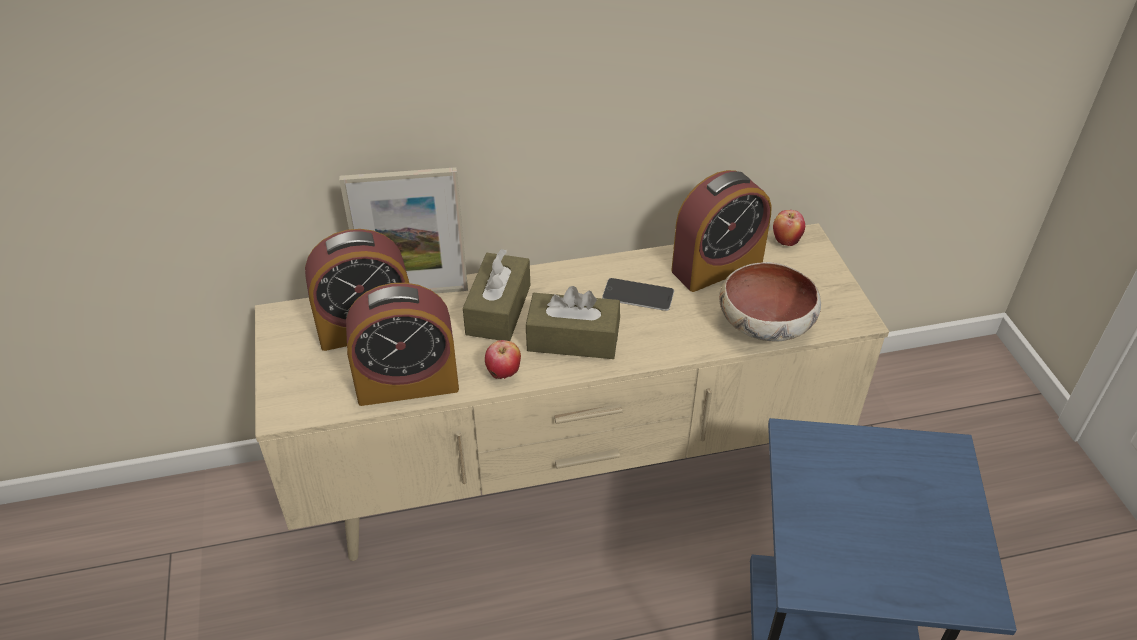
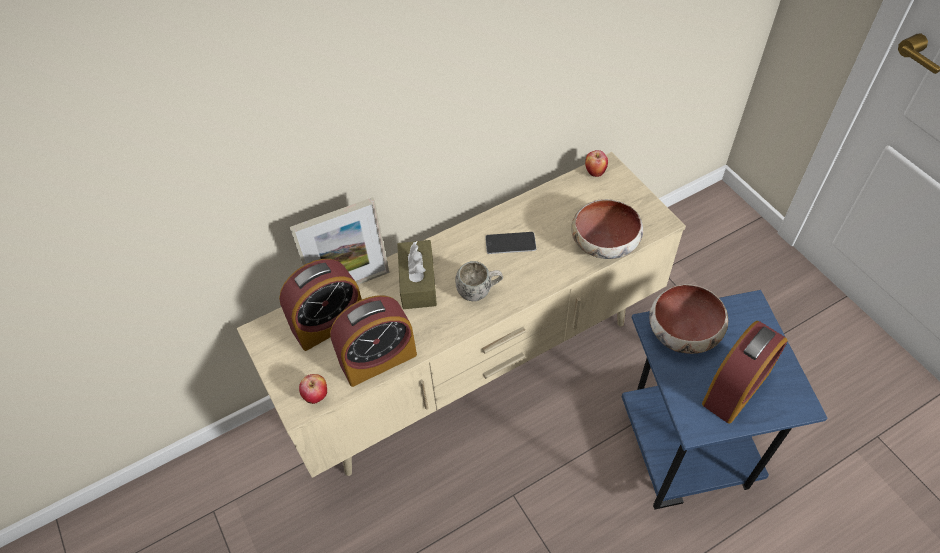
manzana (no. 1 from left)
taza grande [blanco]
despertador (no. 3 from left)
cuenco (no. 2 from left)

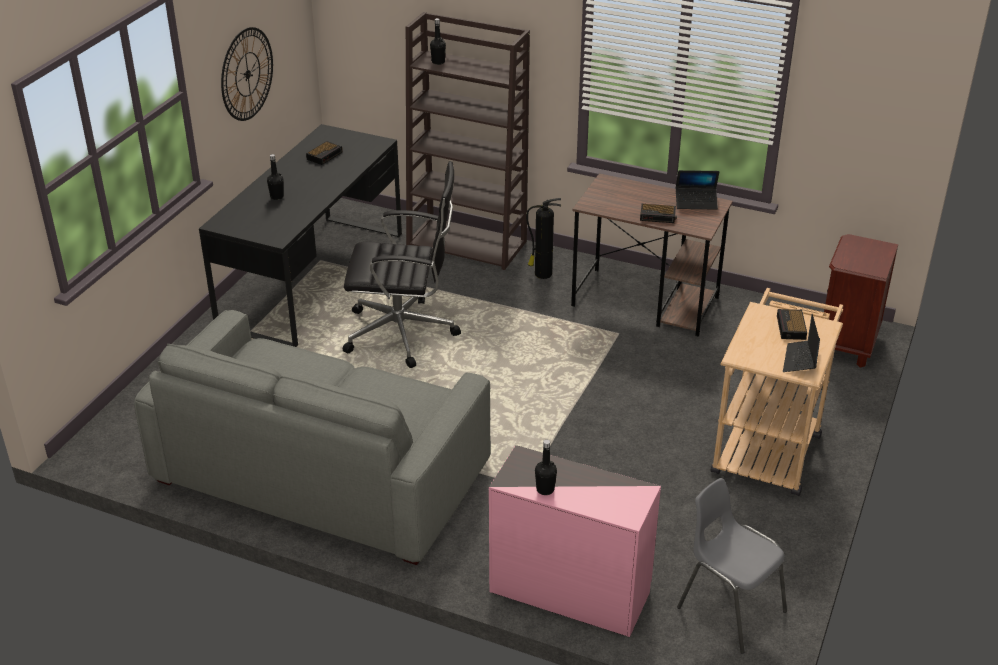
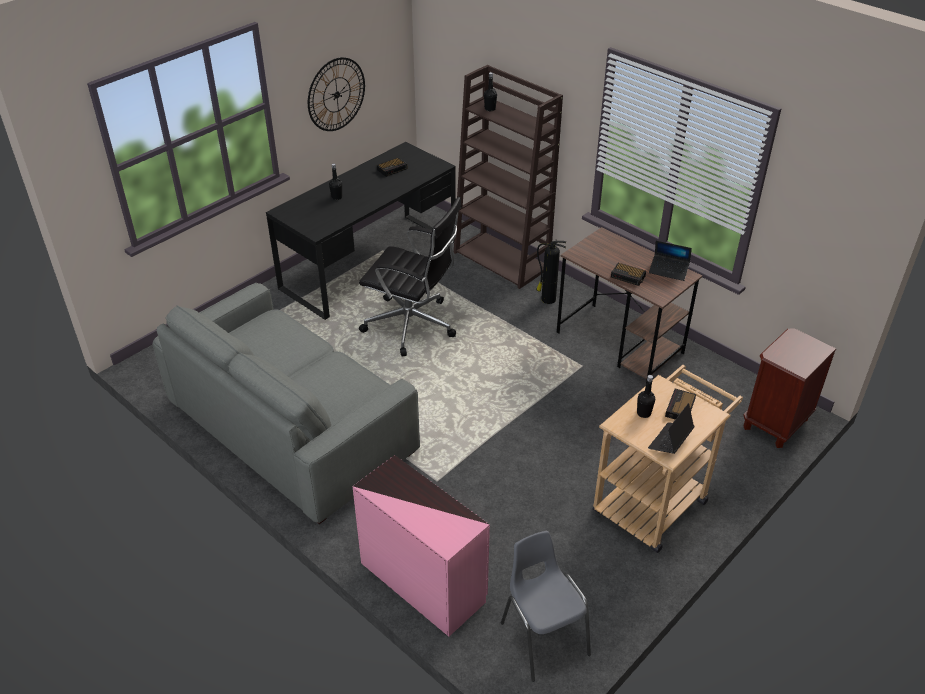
botella [negro] (no. 3 from left)

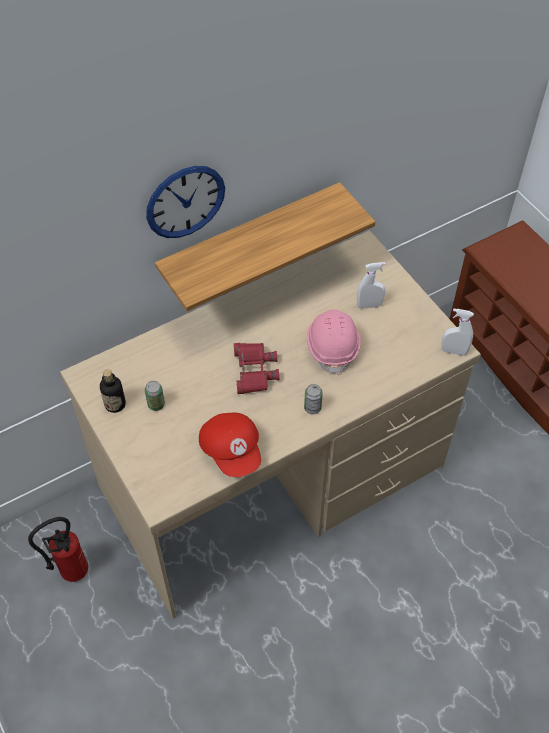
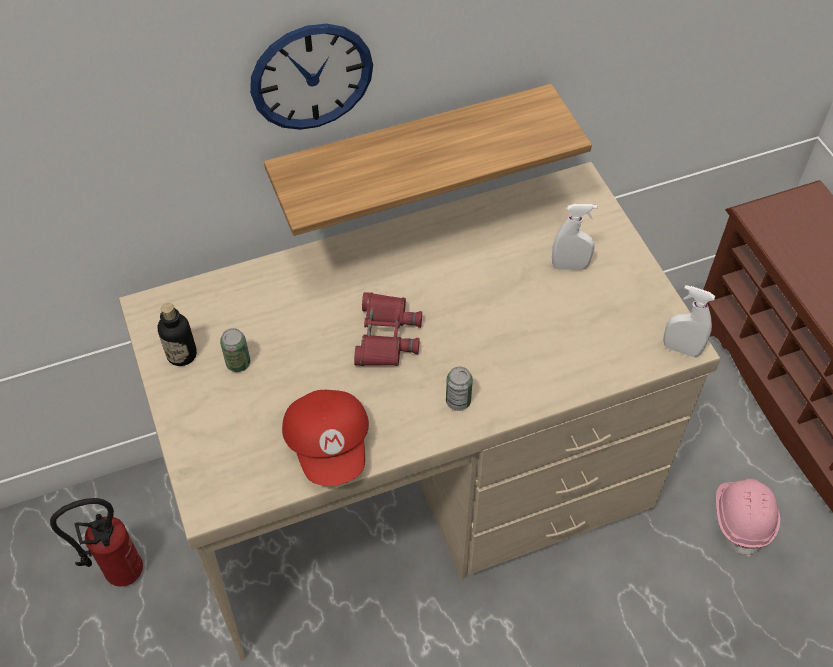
casco [rosa]

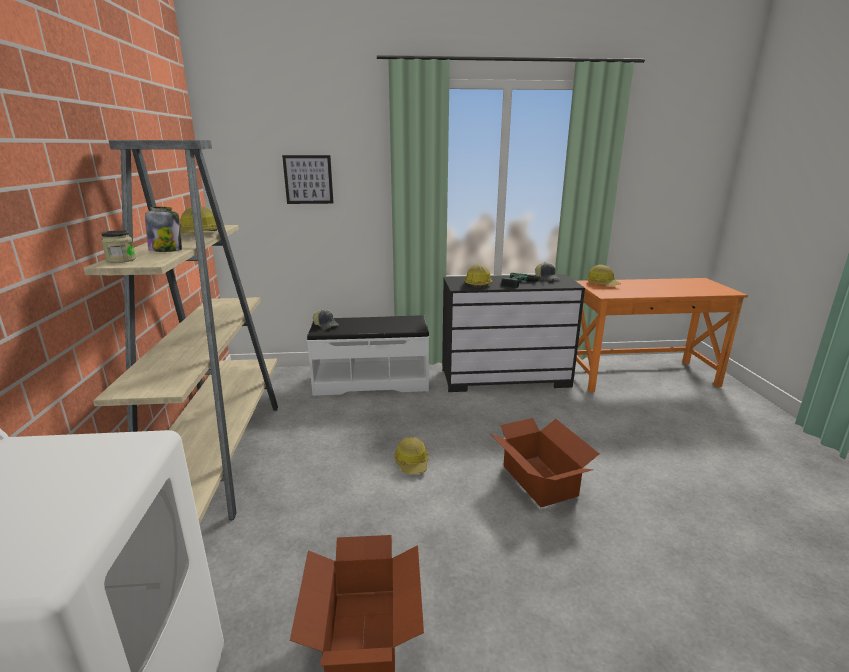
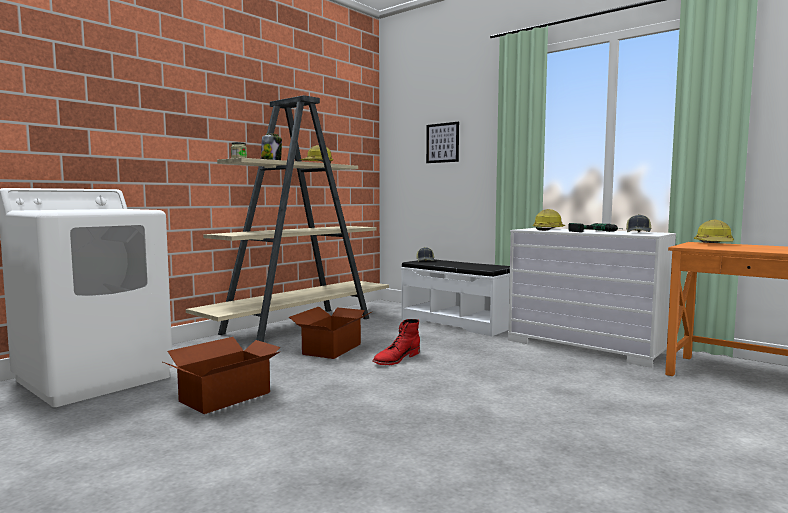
bota [rojo]
cómoda [blanco]
caja de cartón (no. 2 from left)

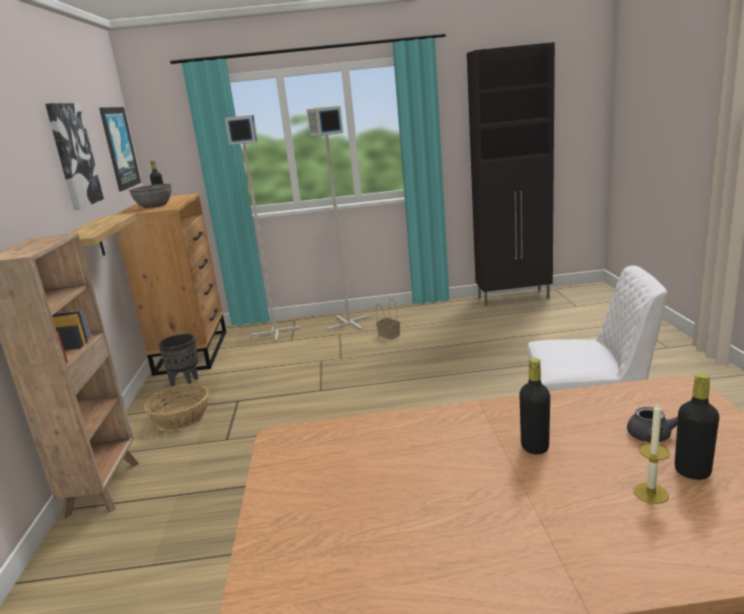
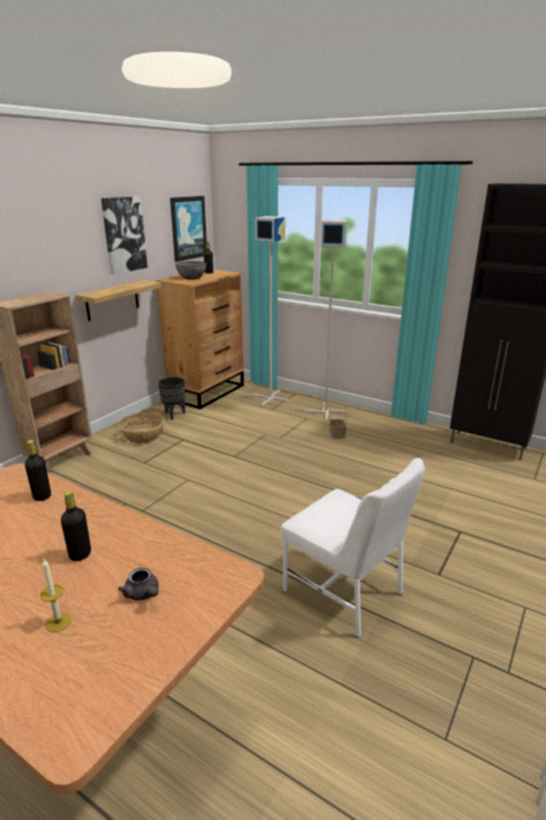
botella [negro] (no. 1 from left)

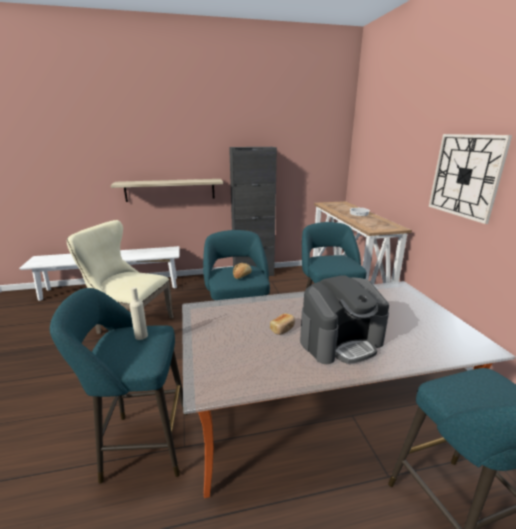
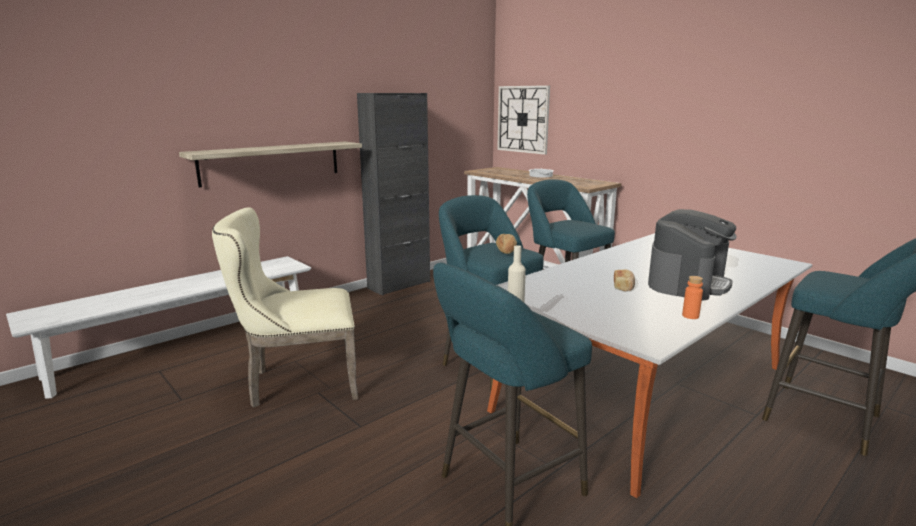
reloj de pared
botella [naranja]

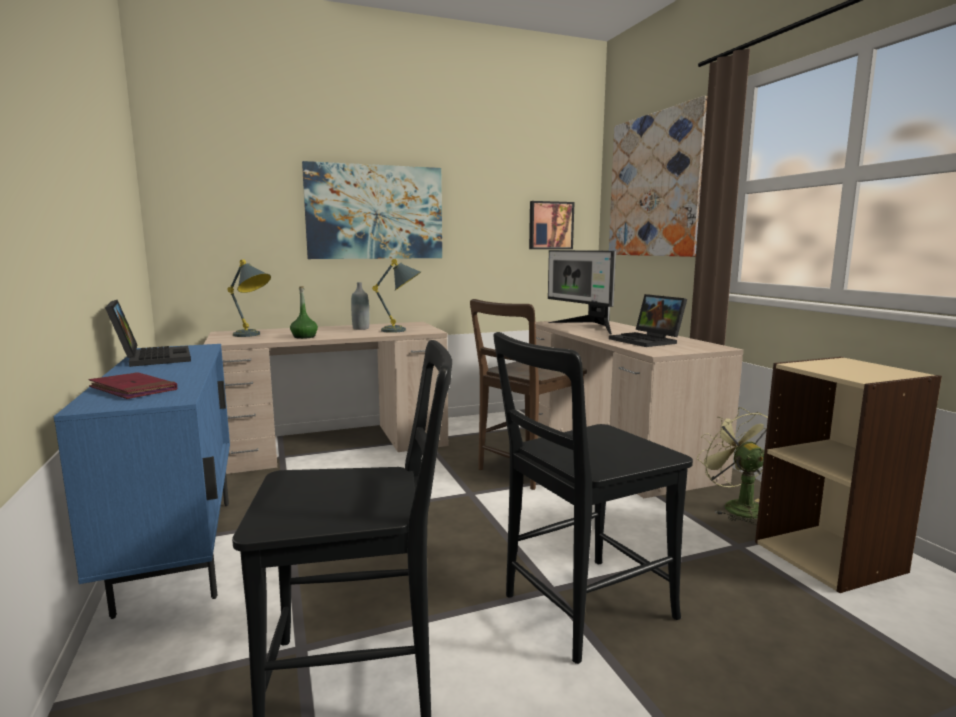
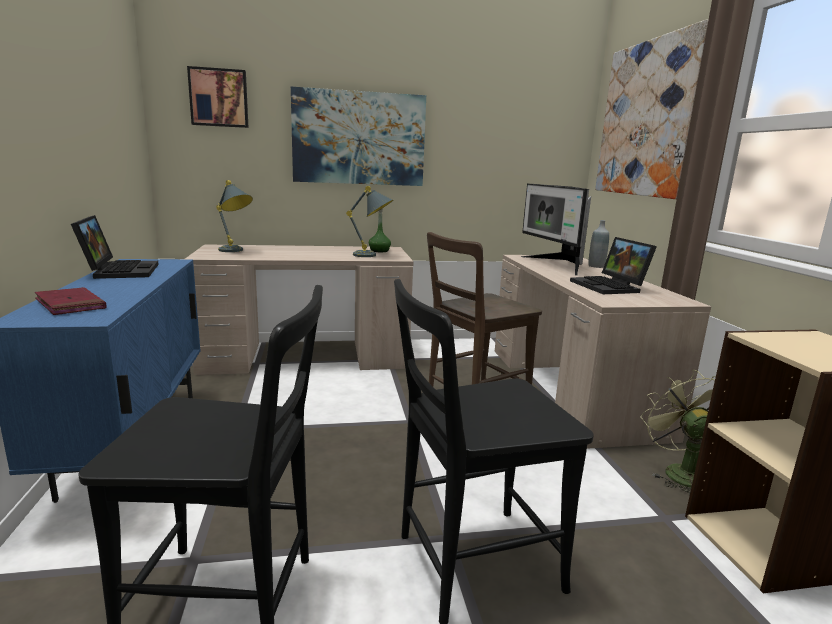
botella [verde]
botella [gris]
cuadro (no. 1 from left)

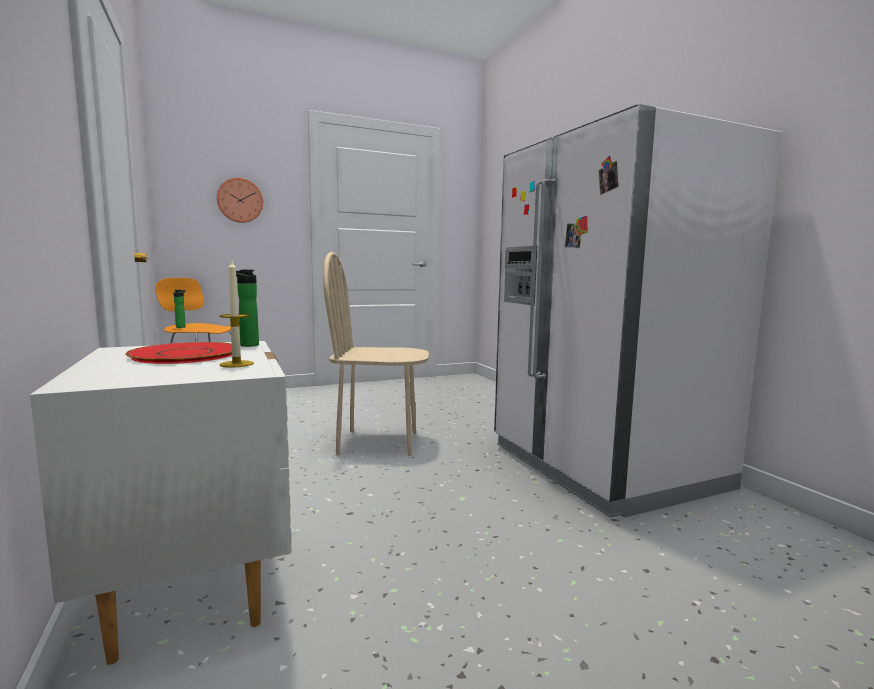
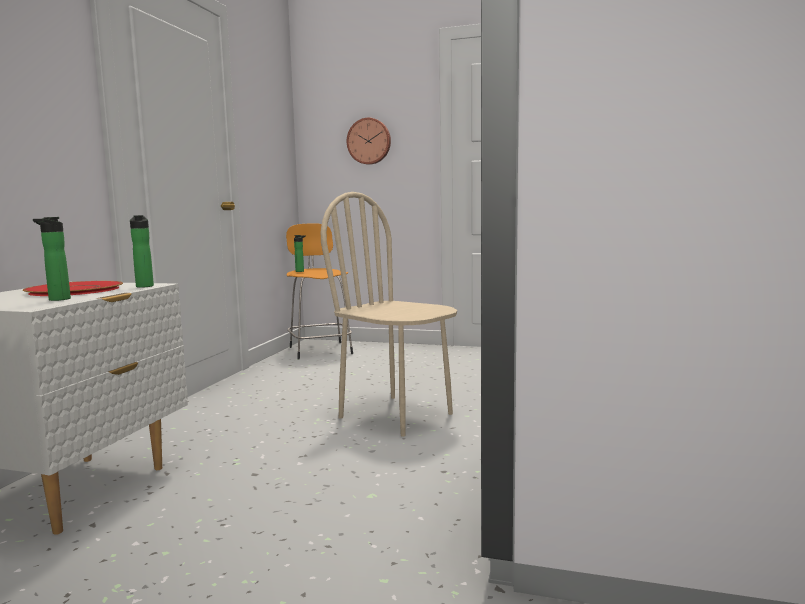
botella (no. 1 from left)

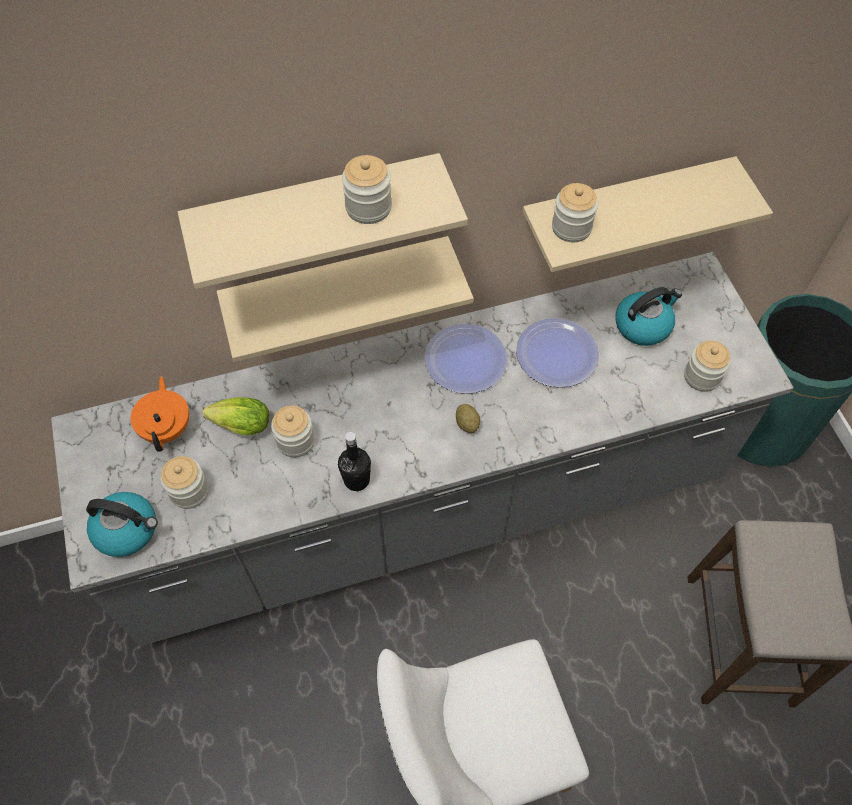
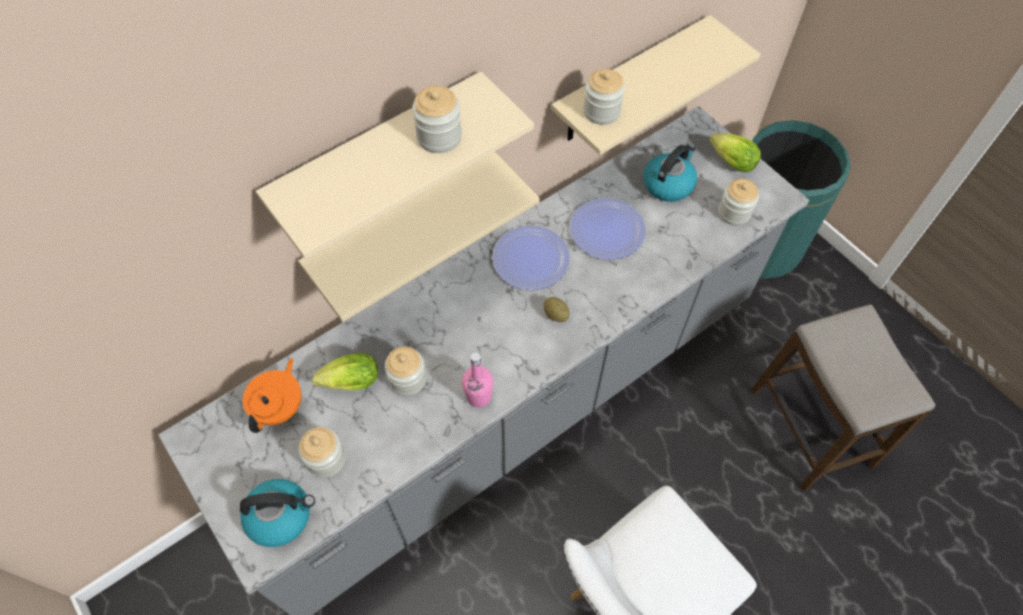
tetera [naranja]
botella [rosa]
lechuga (no. 2 from left)

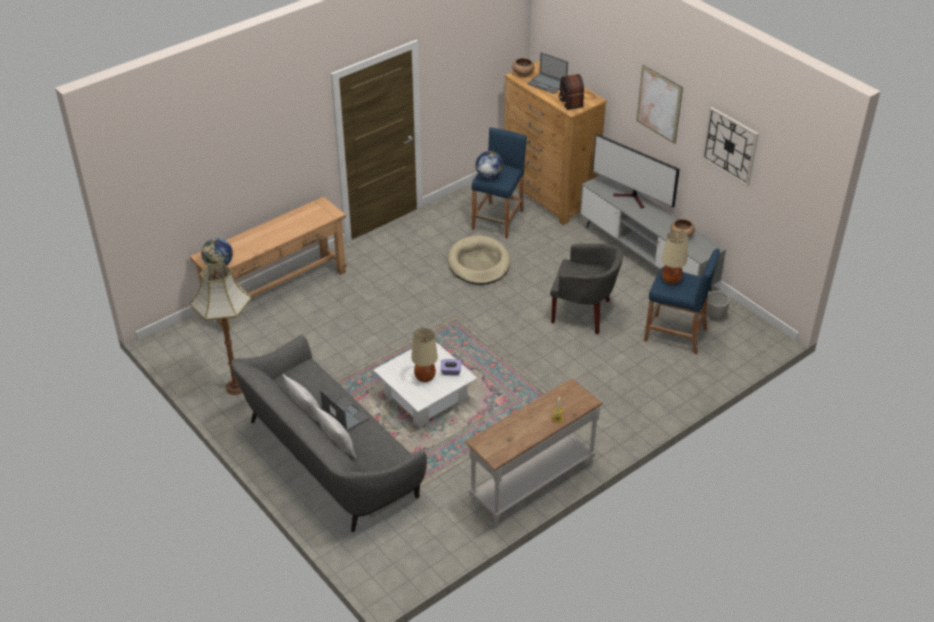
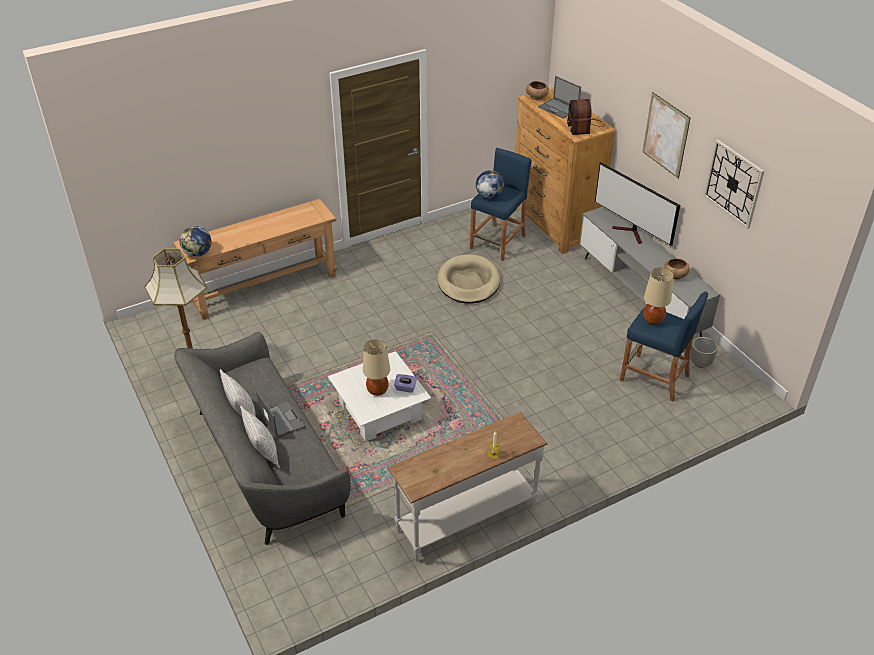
sillón [gris]

